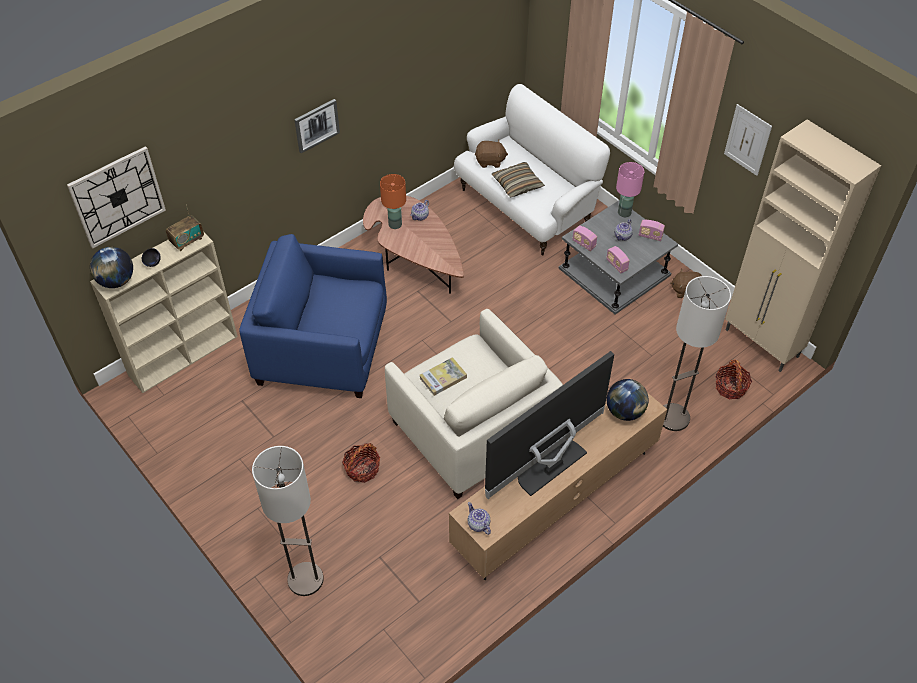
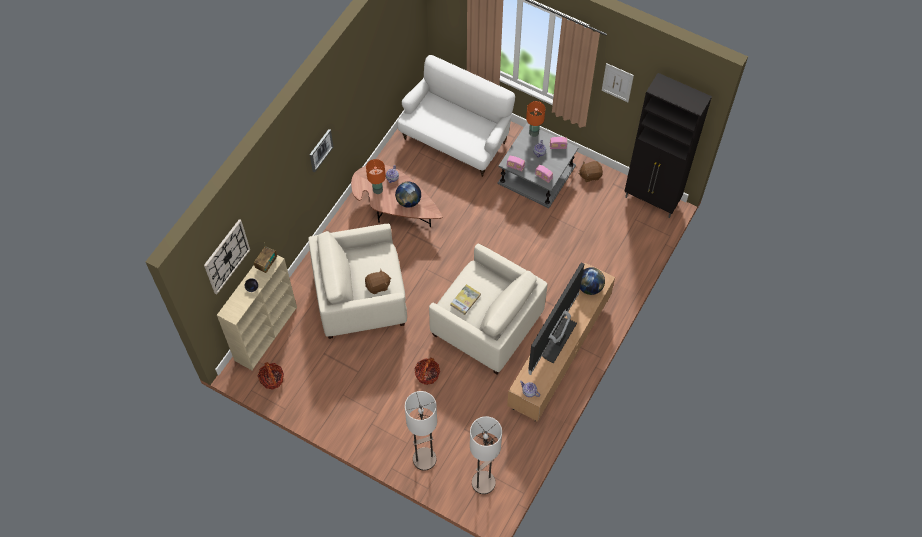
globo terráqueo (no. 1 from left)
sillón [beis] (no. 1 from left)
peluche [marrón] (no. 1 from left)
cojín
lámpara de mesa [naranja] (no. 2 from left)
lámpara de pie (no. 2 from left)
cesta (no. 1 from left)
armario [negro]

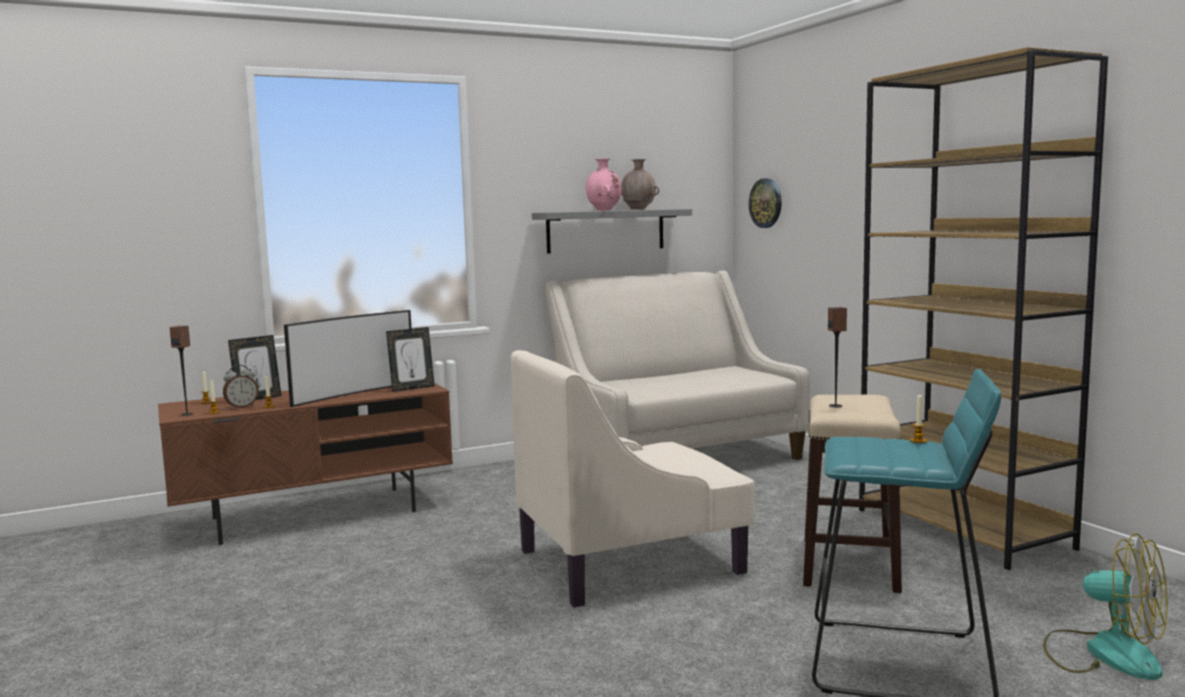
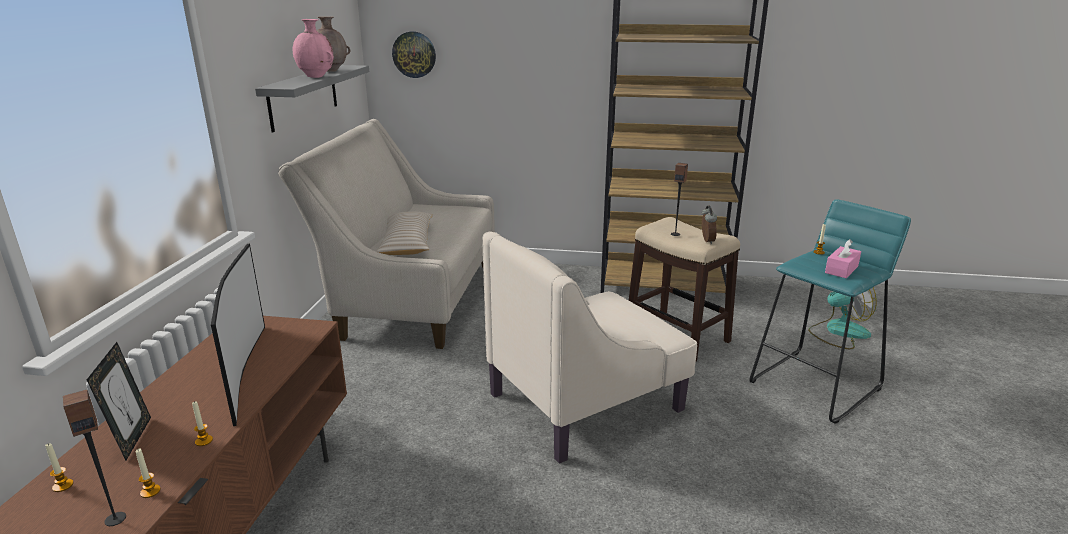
despertador
portarretratos (no. 2 from left in the first image)
sillón [beis]
cojín [beis]
caja de pañuelos [rosa]

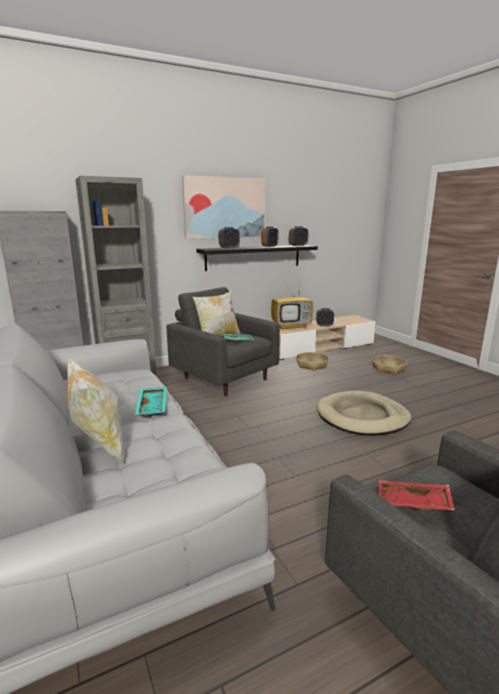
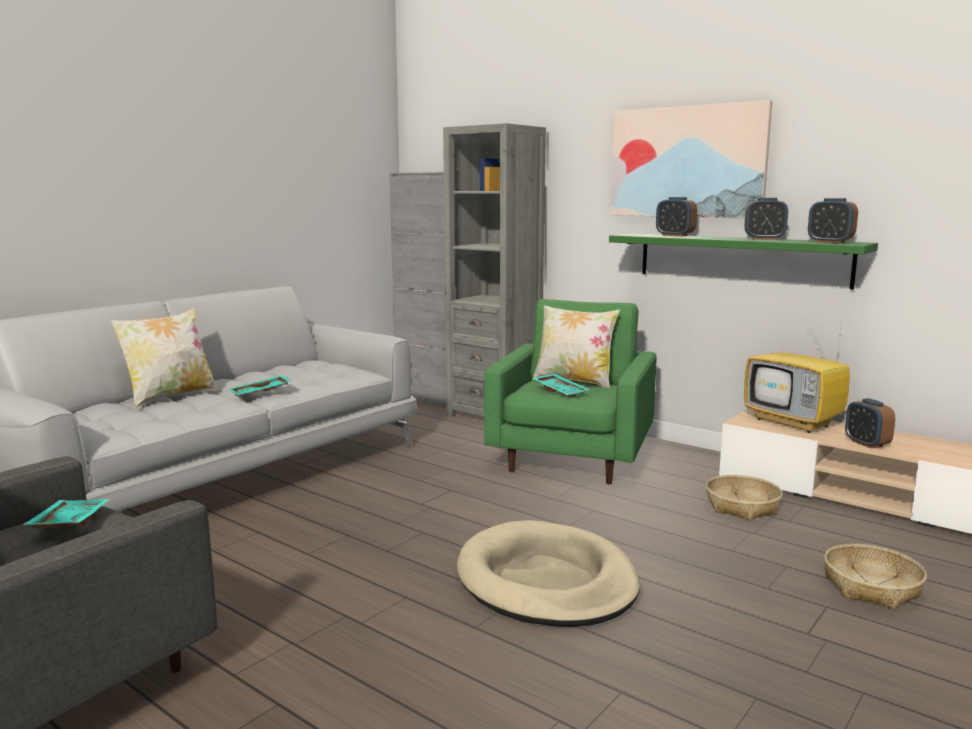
sillón [verde]
estante [verde]
bandeja [turquesa] (no. 1 from left)

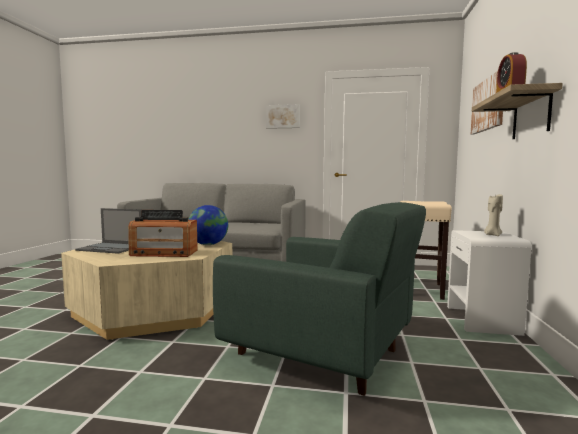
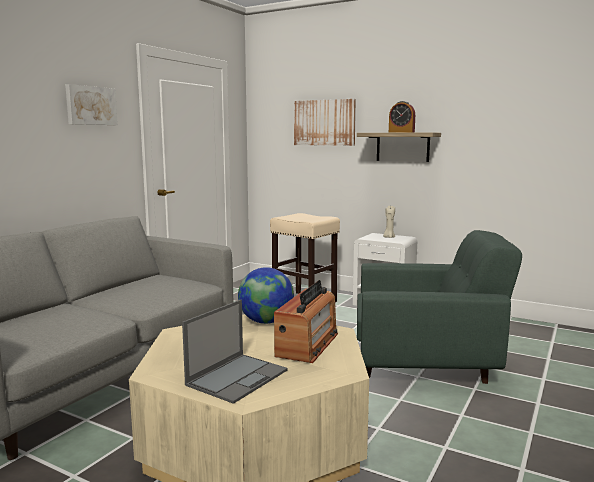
sillón [verde]

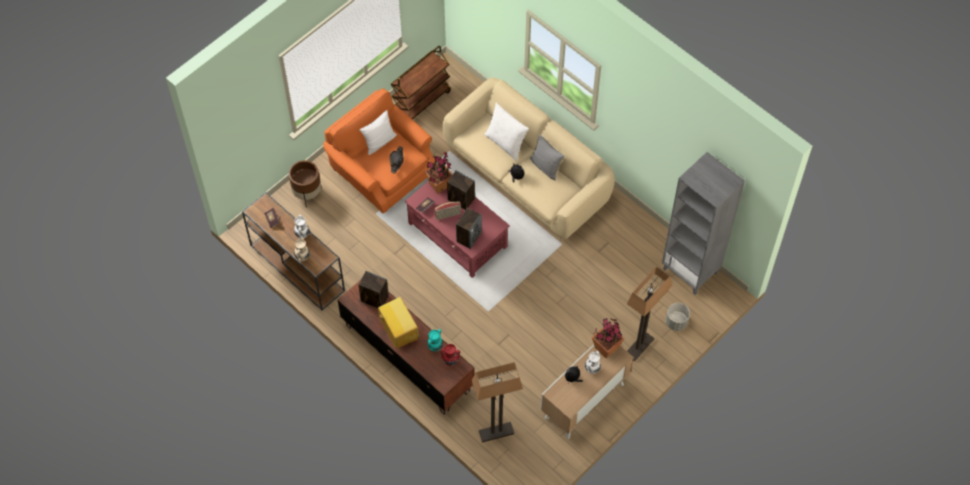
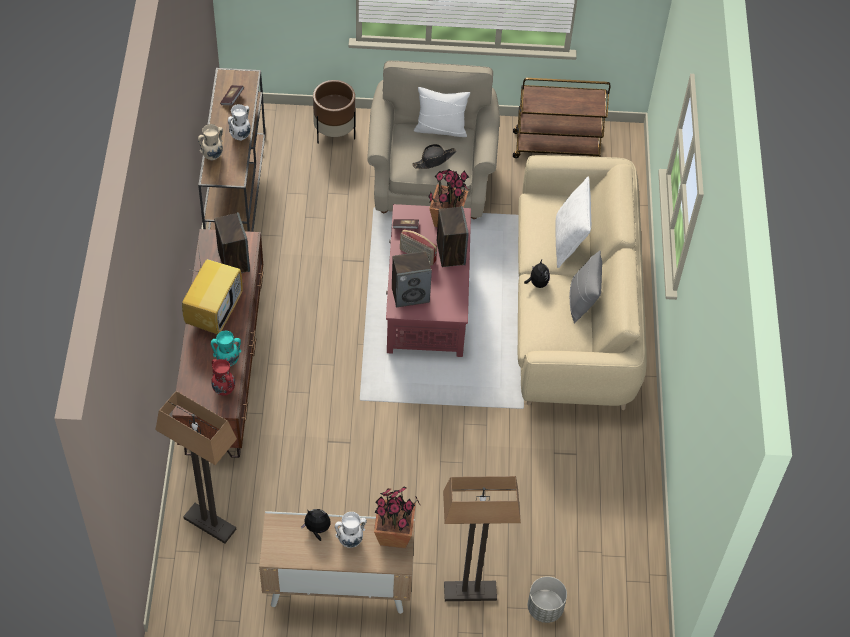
sillón [beis]
estantería [gris]

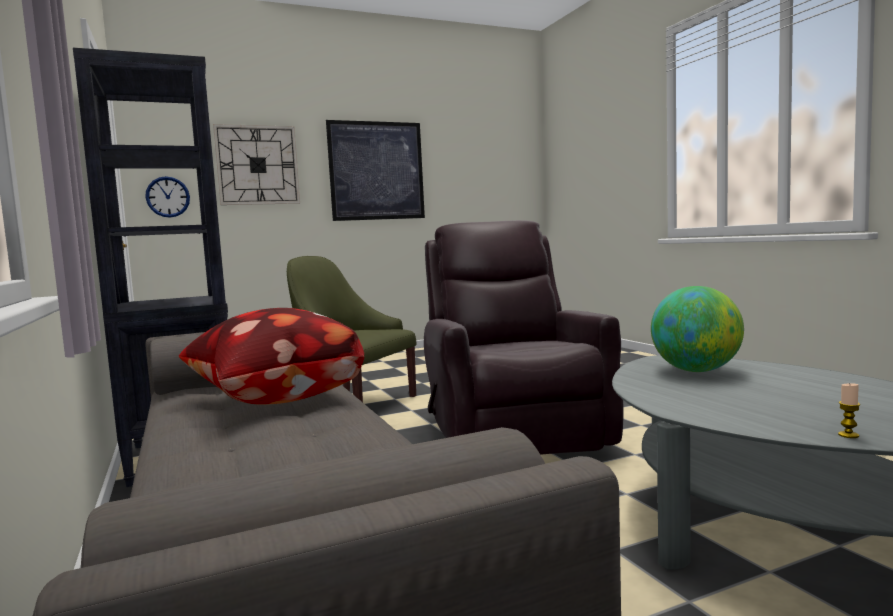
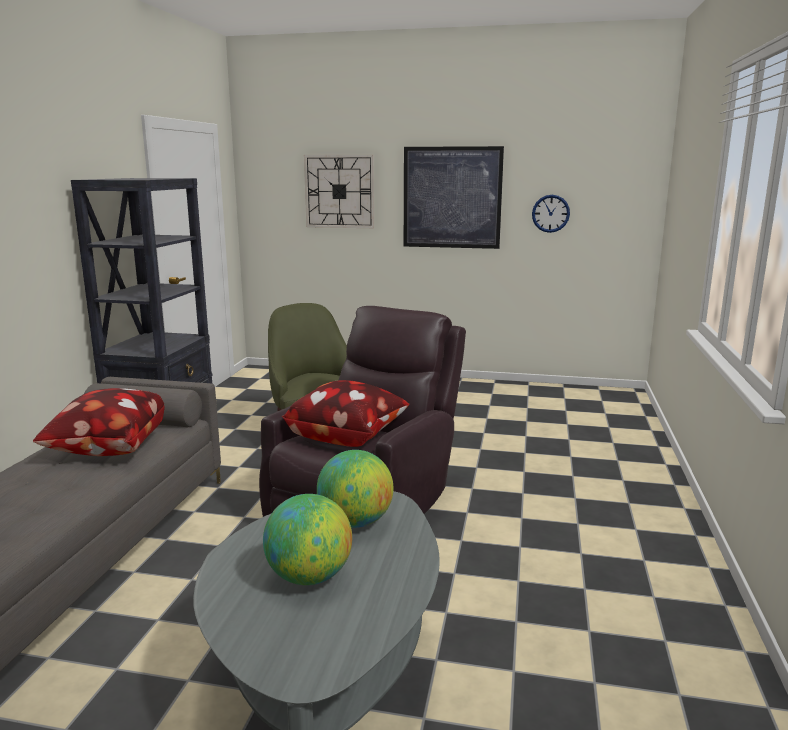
reloj de pared (no. 2 from left)
vela
globo terráqueo (no. 1 from left)
cojín (no. 2 from left)

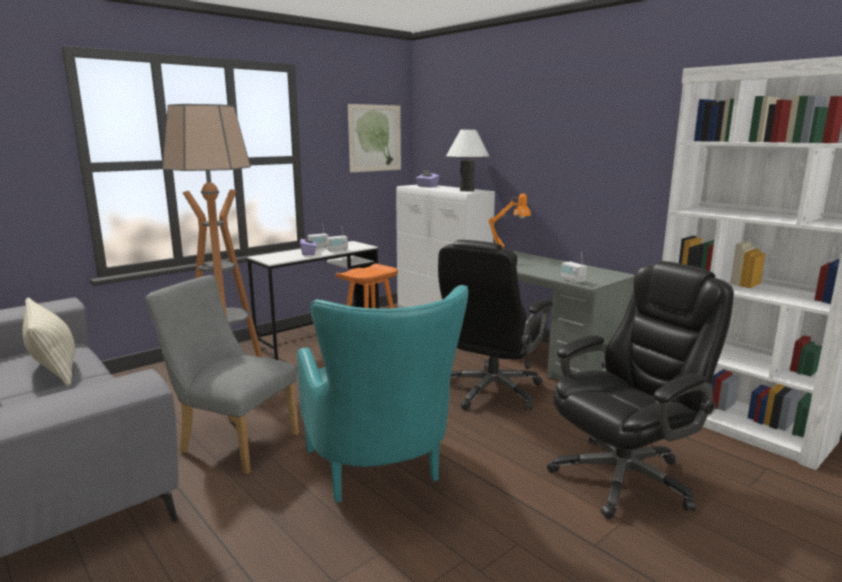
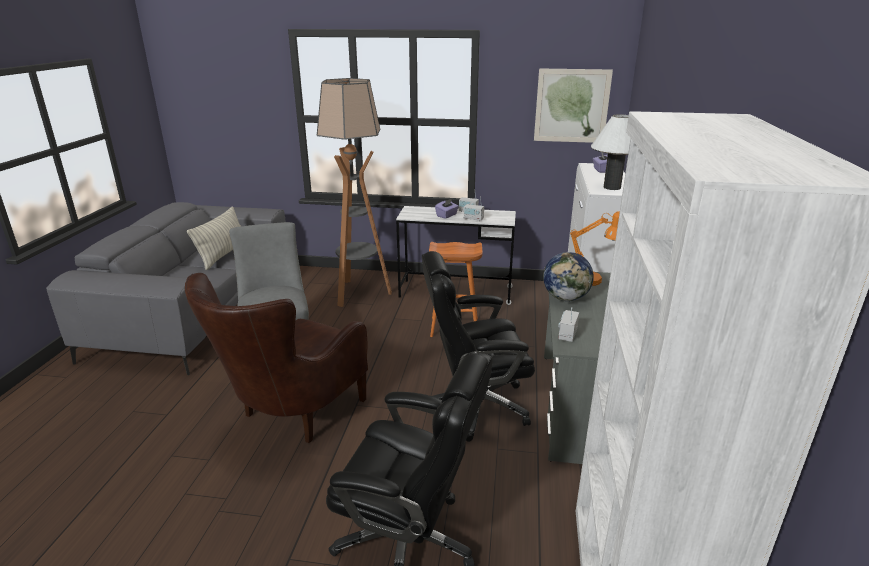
sillón [marrón]
globo terráqueo

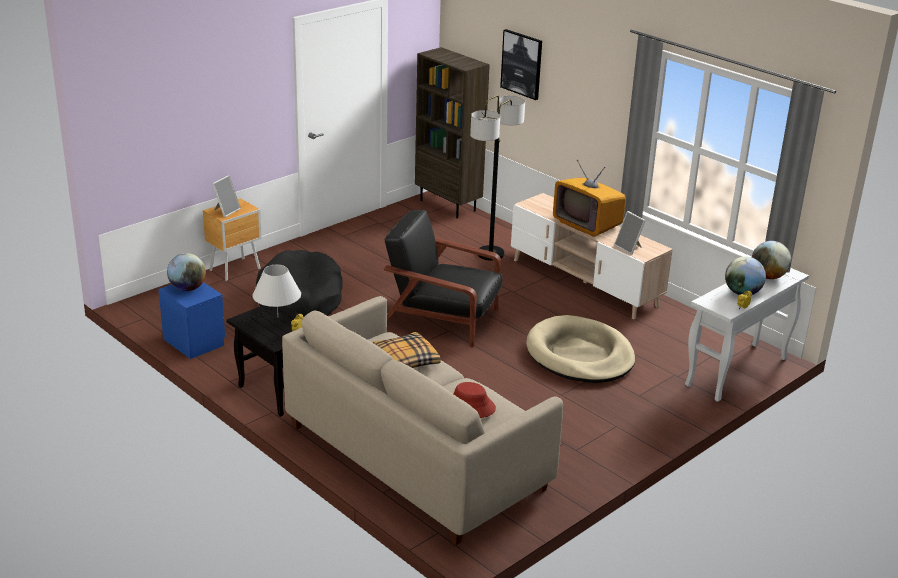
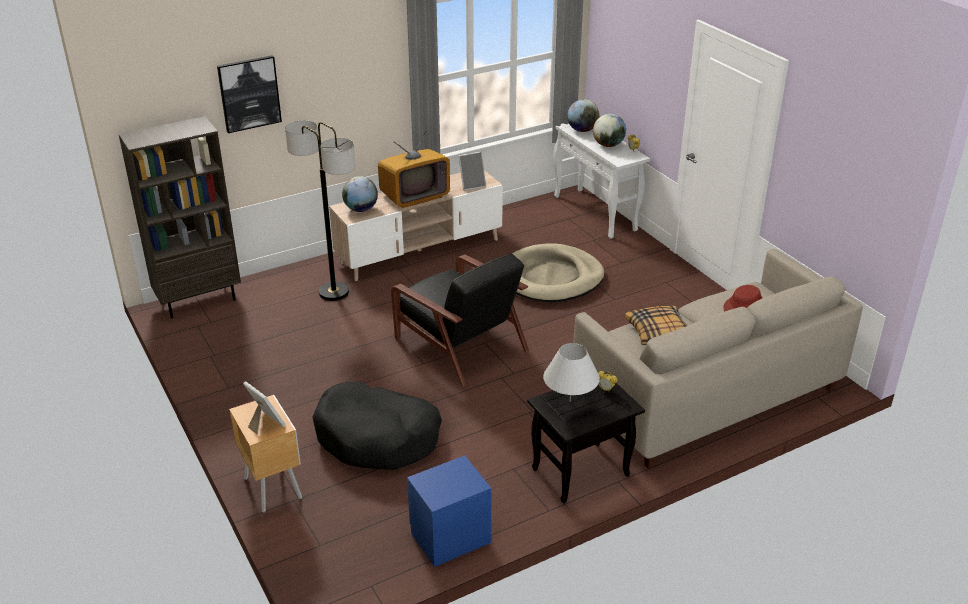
globo terráqueo (no. 1 from left)
sillón [negro]

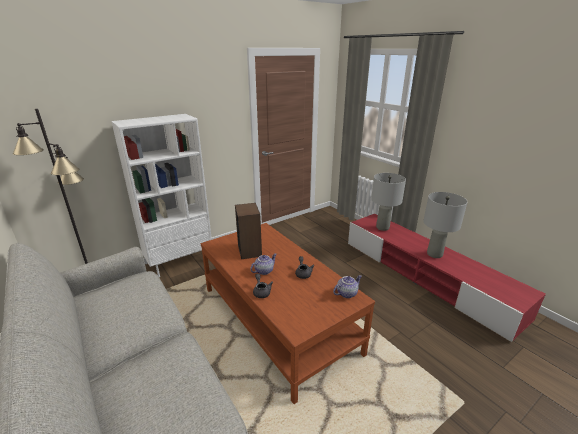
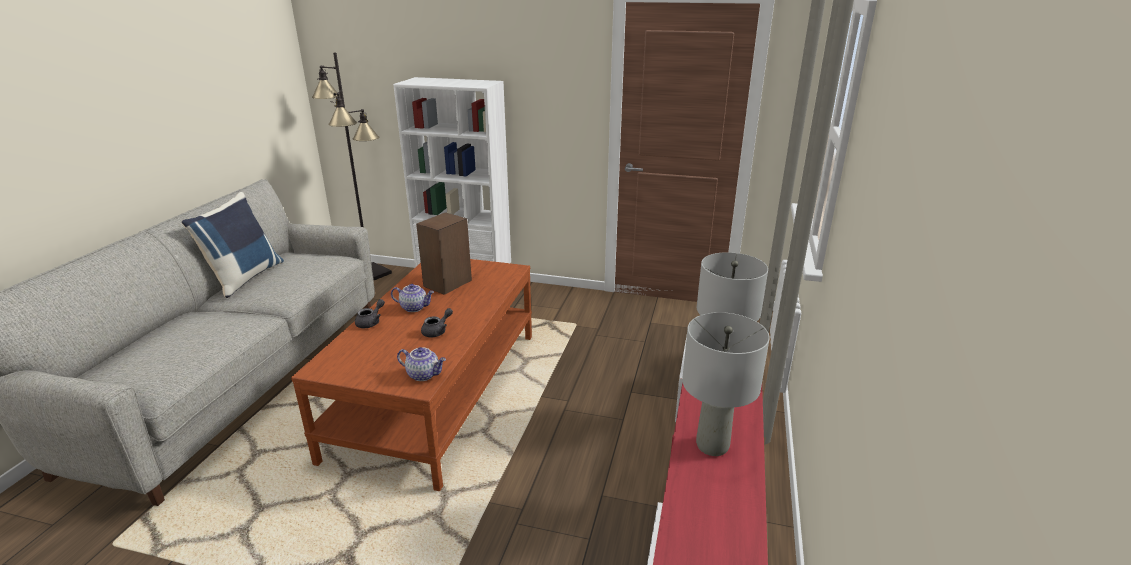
cojín [azul]

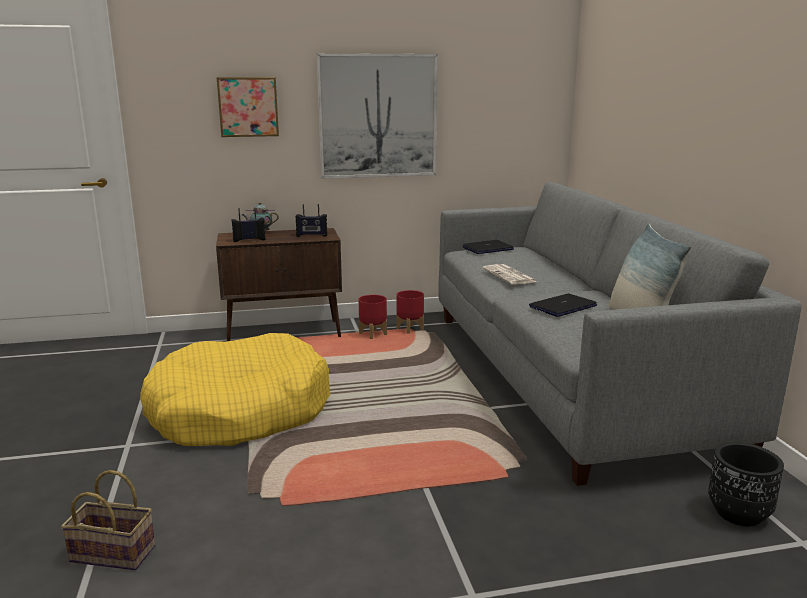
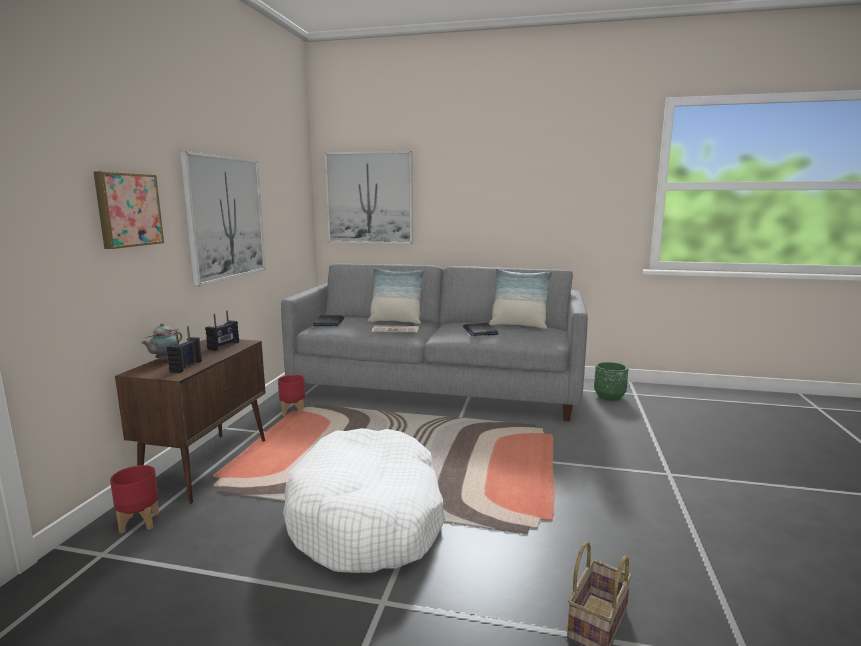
cama para perro [blanco]
maceta [rojo] (no. 1 from left)
maceta [verde]
cuadro (no. 3 from left)
cojín (no. 1 from left)

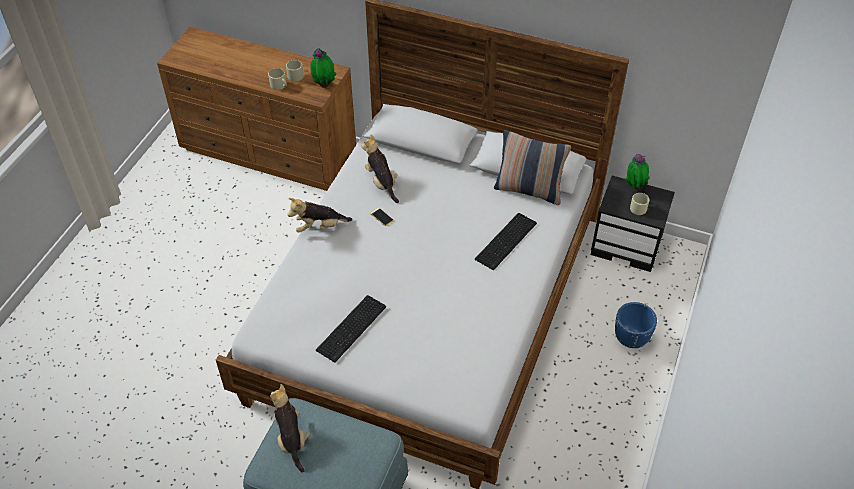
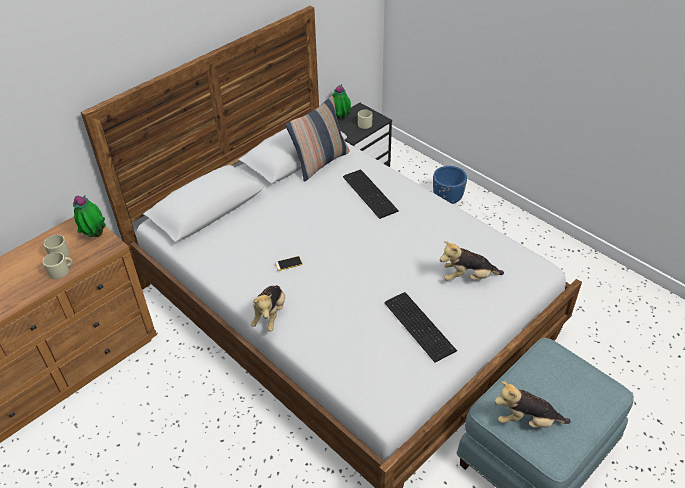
peluche (no. 2 from left)

